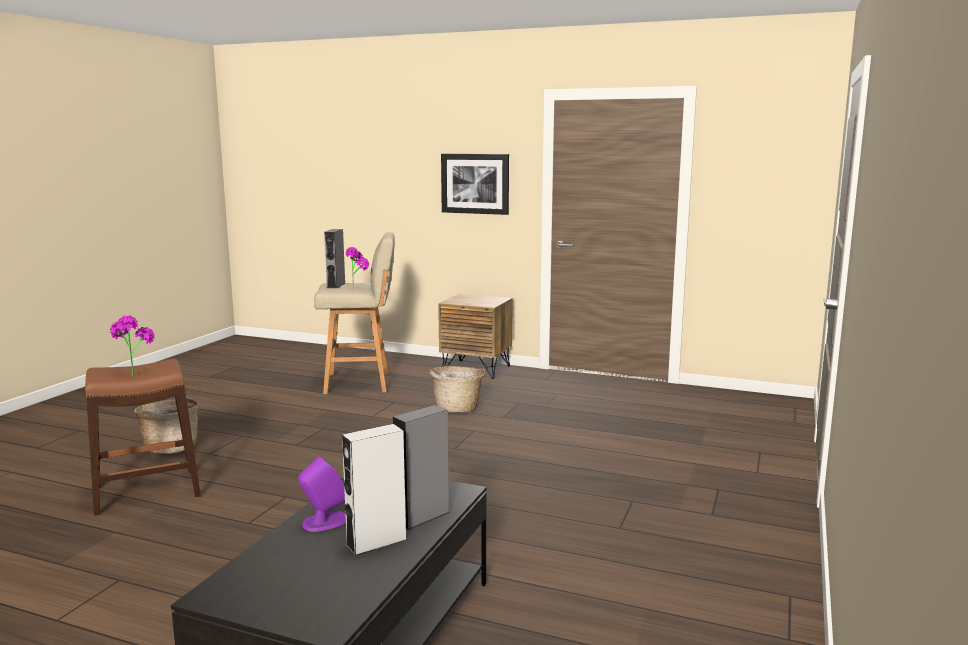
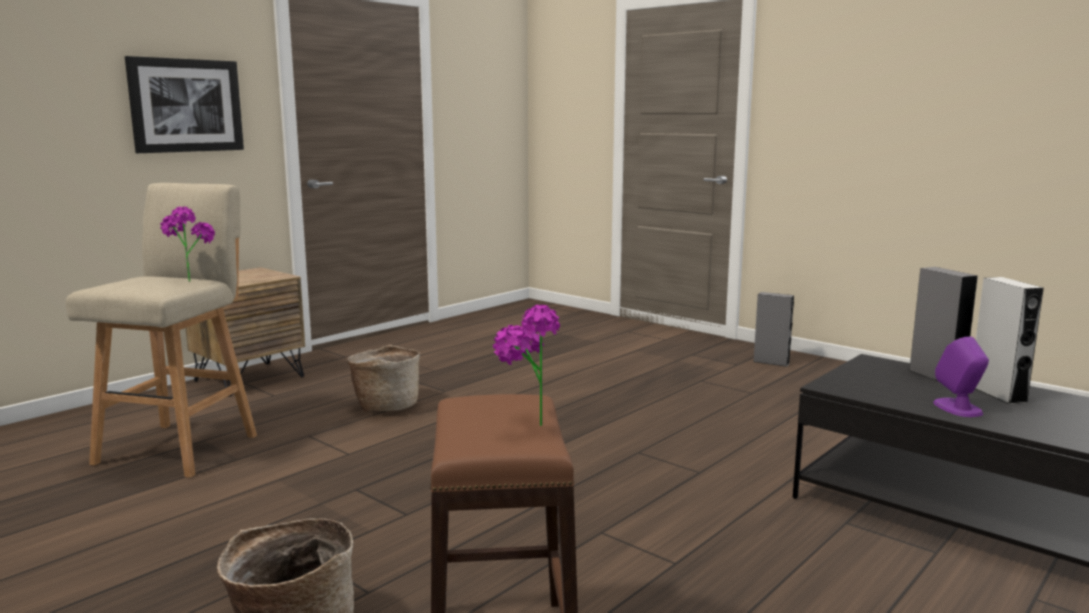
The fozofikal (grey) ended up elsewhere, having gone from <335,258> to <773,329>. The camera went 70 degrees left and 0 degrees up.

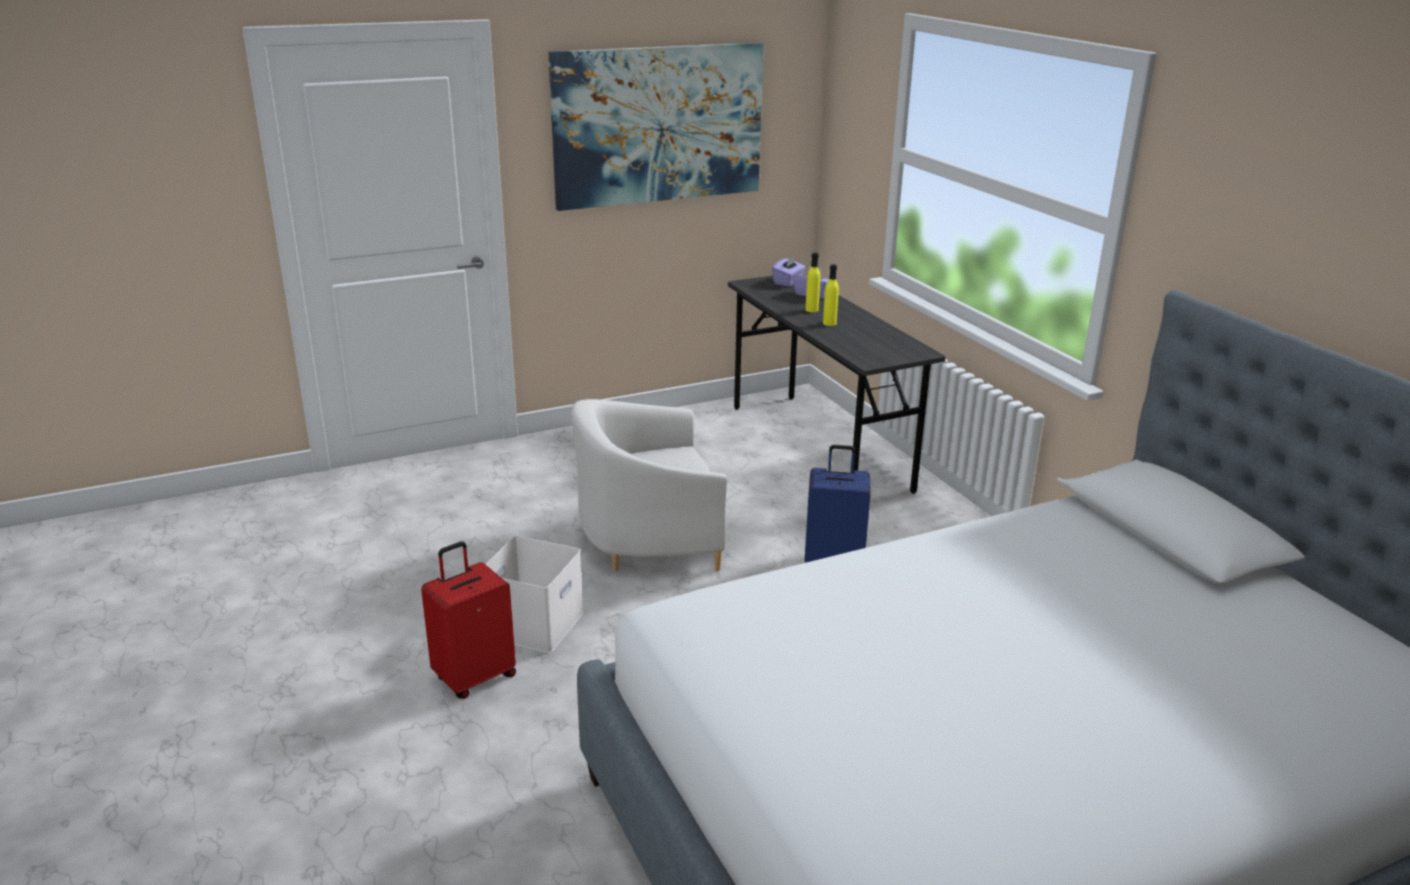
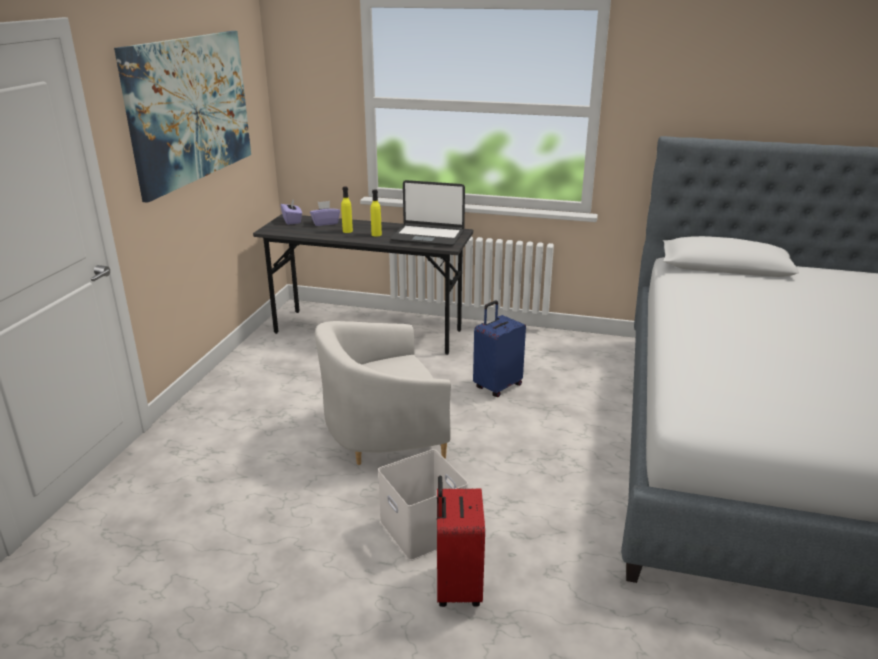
The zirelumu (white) at <649,485> ended up facing another way, 45 degrees clockwise from before. The second view gained the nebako at <428,213>. The camera went 50 degrees left and 0 degrees up.

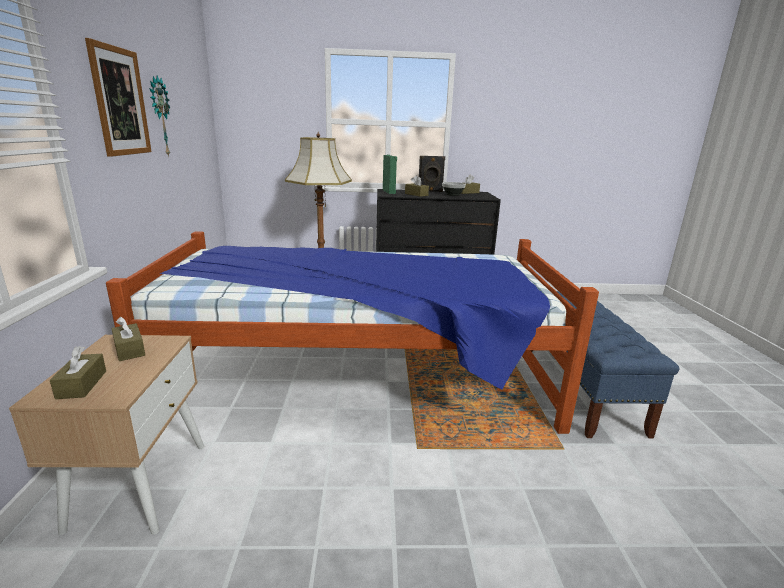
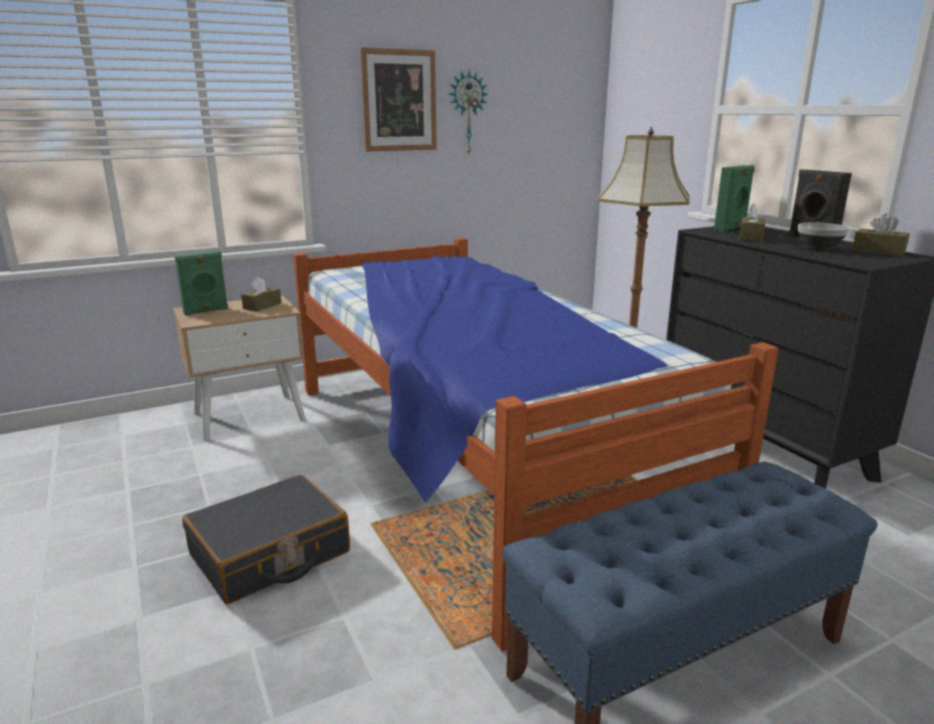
Where the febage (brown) stood at <78,372>, the fozofikal (green) came to stand at <201,283>. The second view gained the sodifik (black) at <266,539>. The camera went 65 degrees right and 0 degrees up.

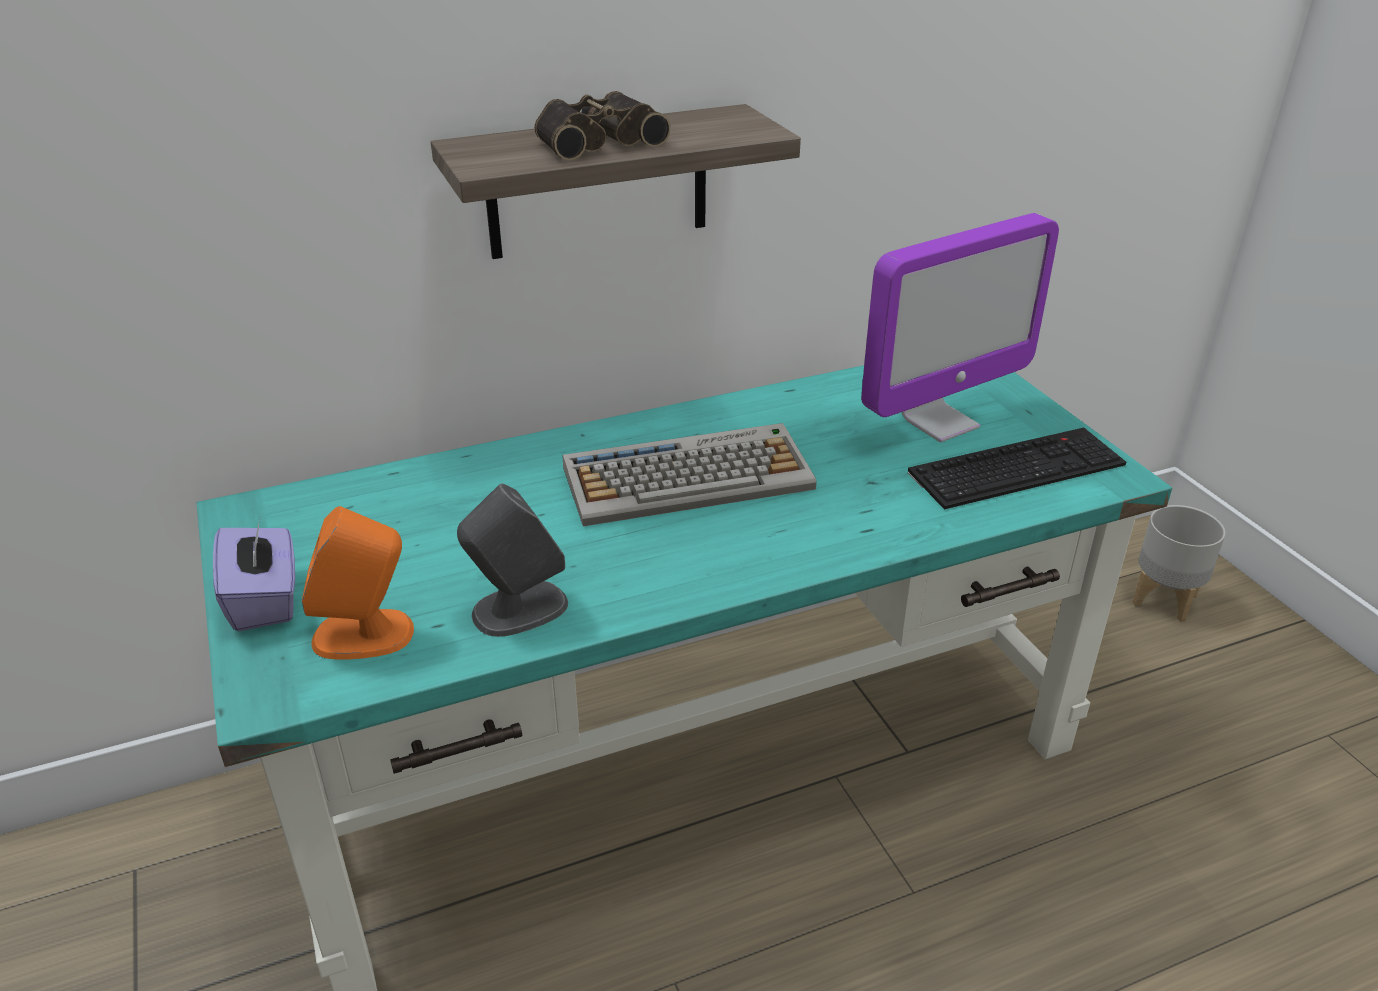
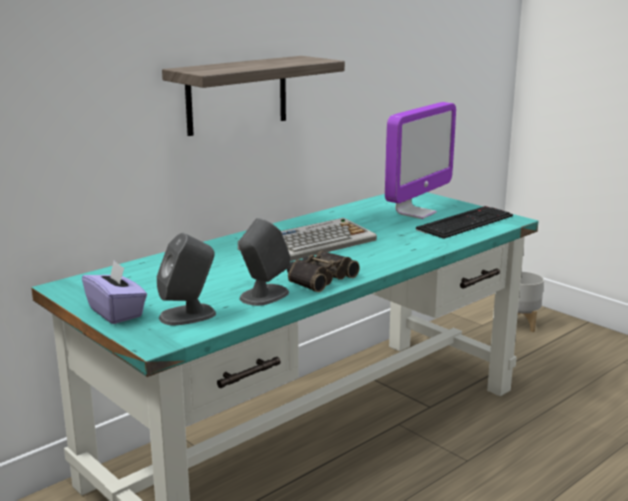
What was the fozofikal (orange) at <358,583> turned into the fozofikal (grey) at <186,279>. The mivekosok ended up elsewhere, having gone from <602,125> to <323,271>. The camera went 20 degrees left and 15 degrees down.

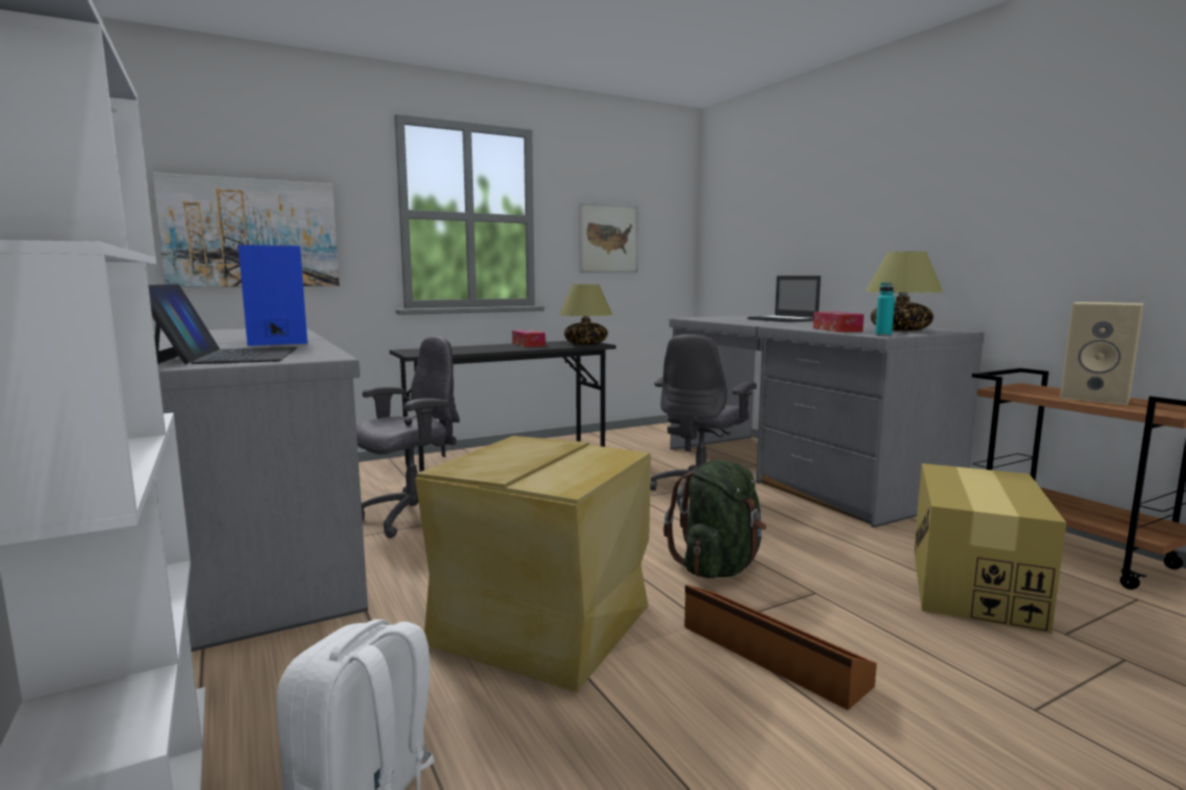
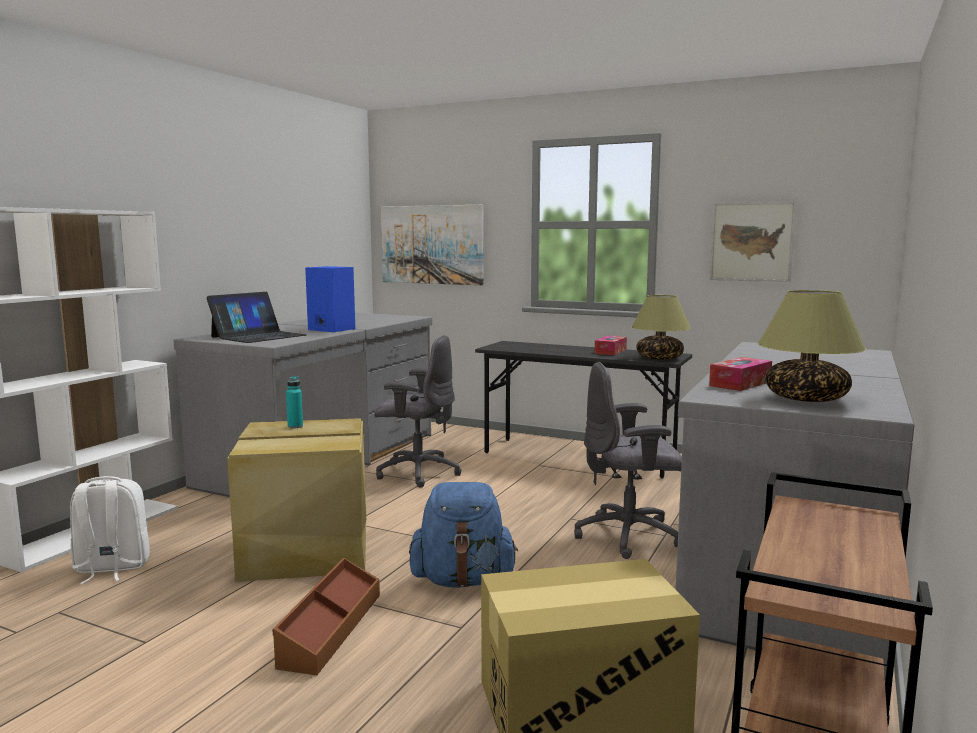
The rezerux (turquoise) ended up elsewhere, having gone from <885,309> to <294,402>. What was the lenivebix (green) at <715,519> turned into the lenivebix (blue) at <463,535>. The second view lost the nebako at <784,299>. The second view lost the fozofikal (beige) at <1102,353>. The camera went 55 degrees right and 0 degrees up.

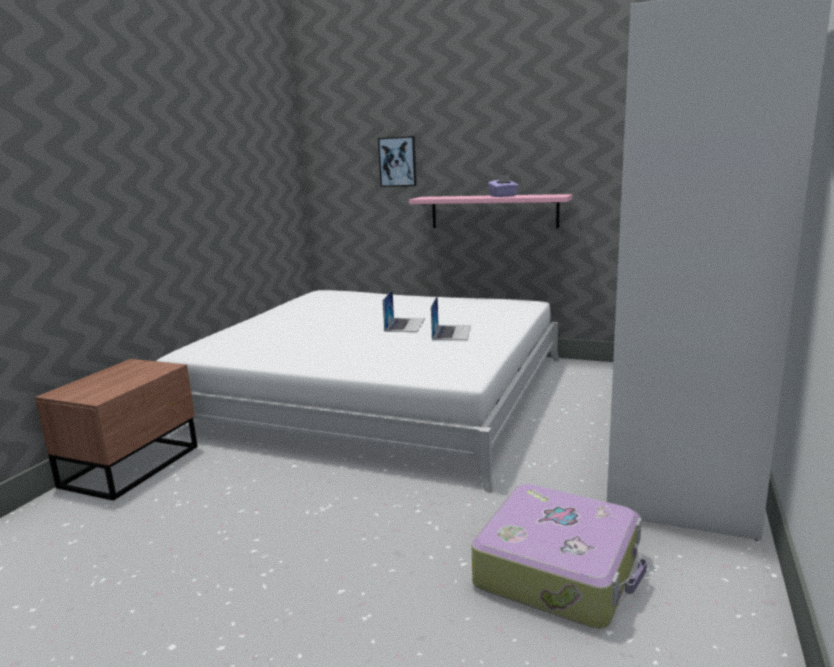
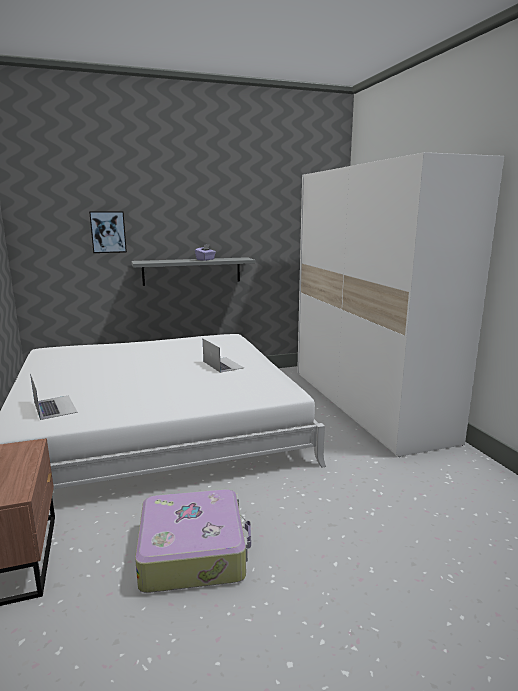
The nebako ended up elsewhere, having gone from <404,310> to <54,396>. What was the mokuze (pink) at <491,211> turned into the mokuze (grey) at <193,271>. The sodifik ended up elsewhere, having gone from <559,556> to <193,541>. The camera went 40 degrees left and 0 degrees up.

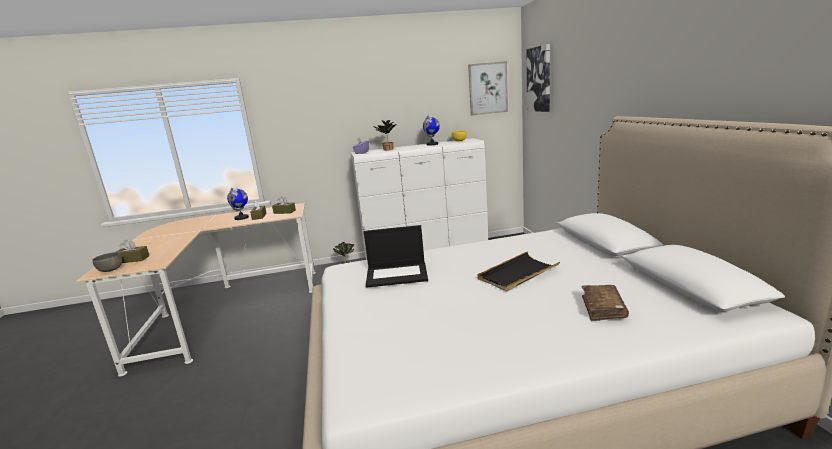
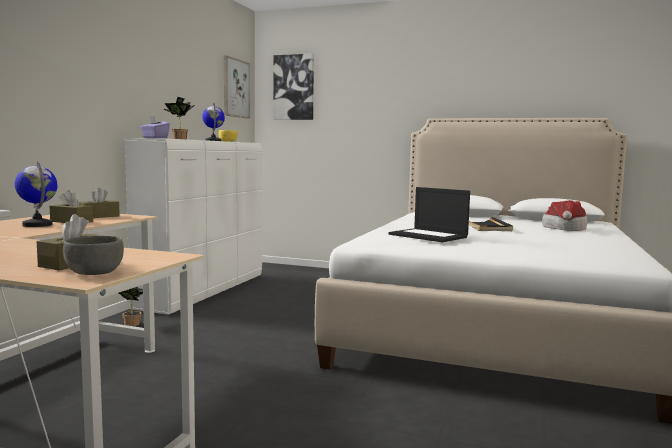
The nebako at <396,256> ended up facing another way, 105 degrees clockwise from before. Where the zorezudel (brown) stood at <605,303>, the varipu came to stand at <564,215>. The camera went 60 degrees left and 10 degrees down.

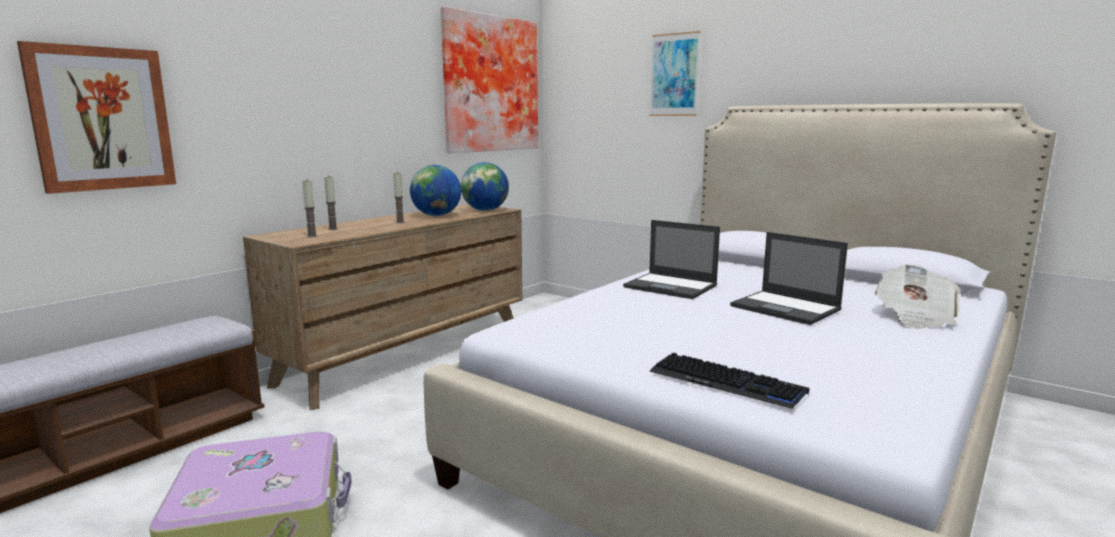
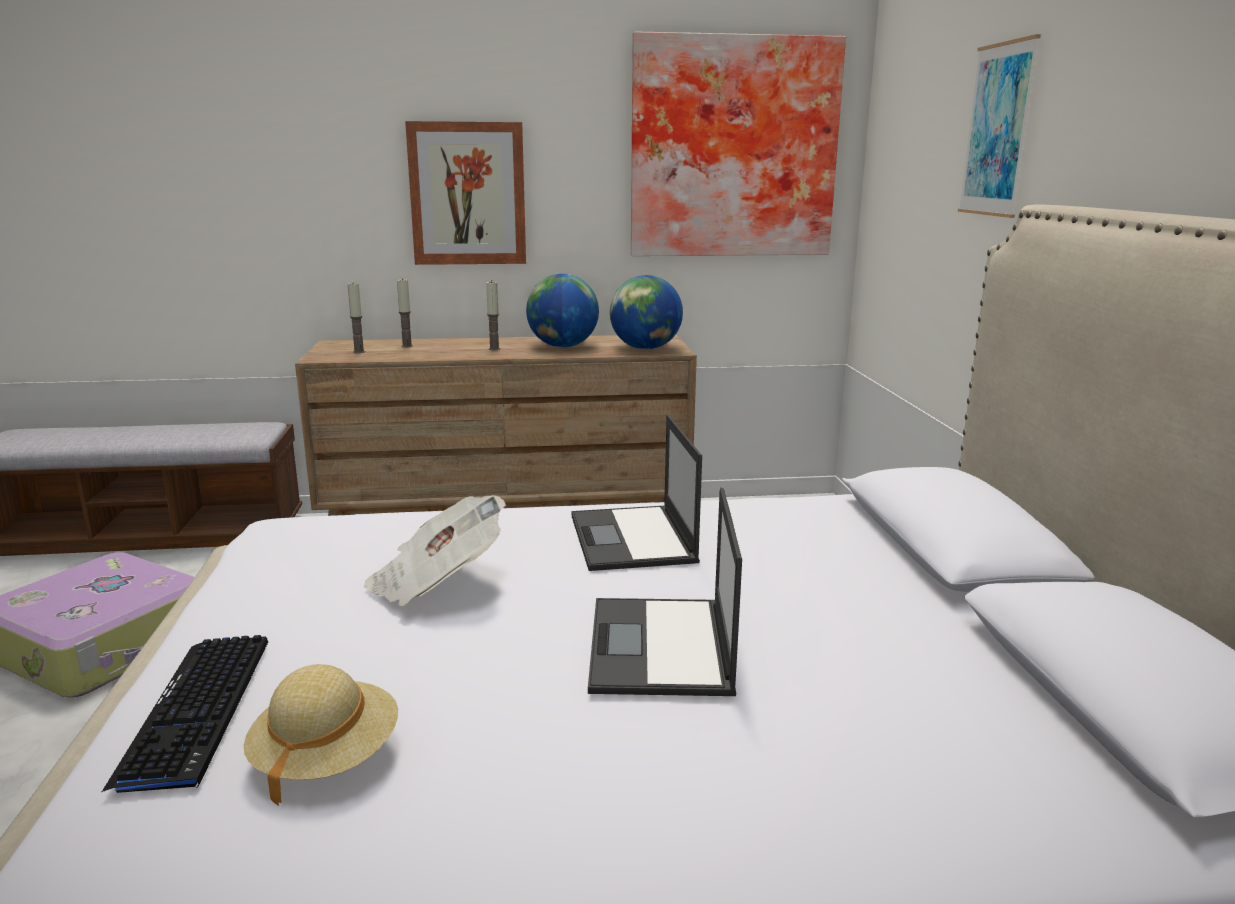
The second view gained the varipu (beige) at <321,735>. The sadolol ended up elsewhere, having gone from <917,296> to <435,550>. The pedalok ended up elsewhere, having gone from <96,117> to <465,193>. The camera went 45 degrees right and 5 degrees up.

